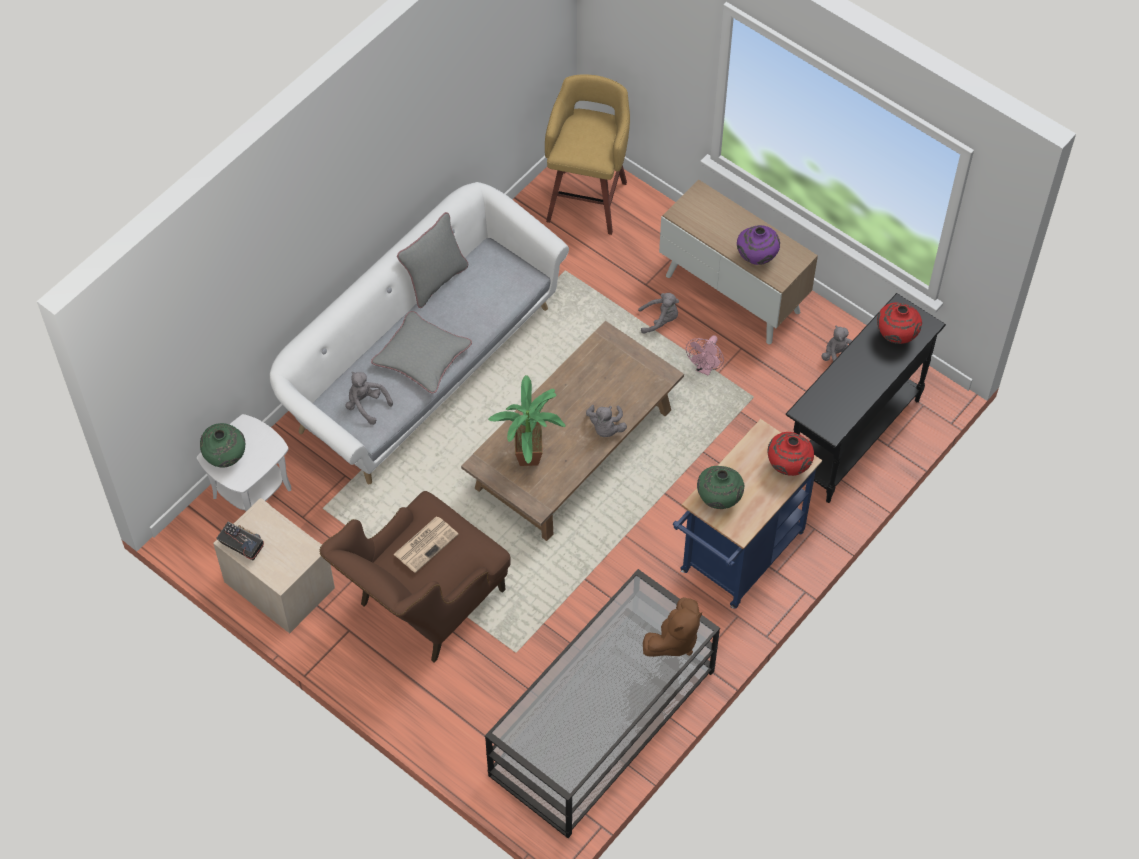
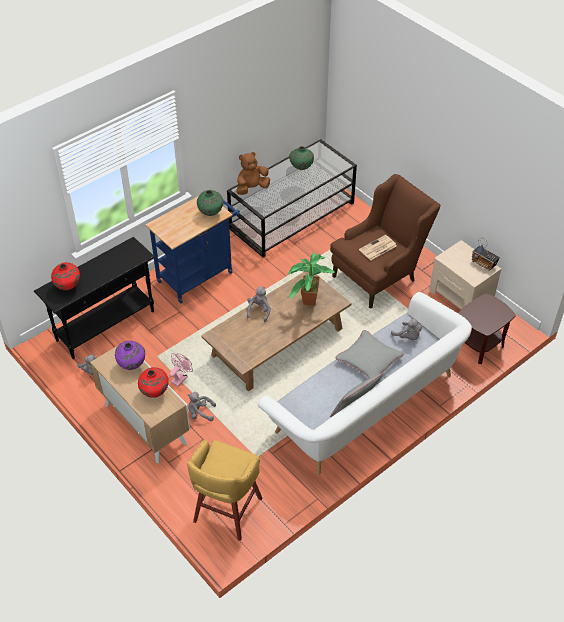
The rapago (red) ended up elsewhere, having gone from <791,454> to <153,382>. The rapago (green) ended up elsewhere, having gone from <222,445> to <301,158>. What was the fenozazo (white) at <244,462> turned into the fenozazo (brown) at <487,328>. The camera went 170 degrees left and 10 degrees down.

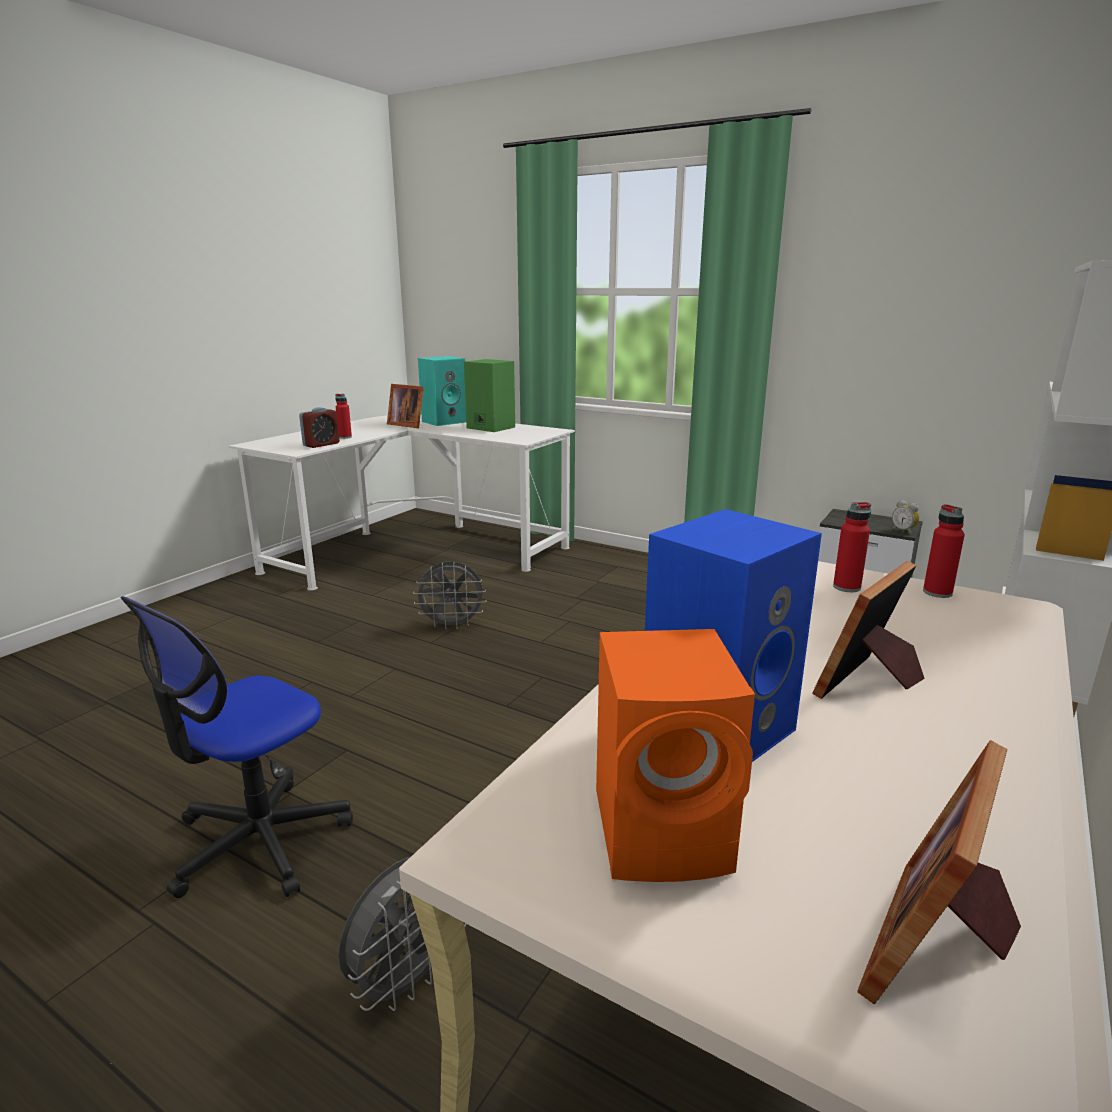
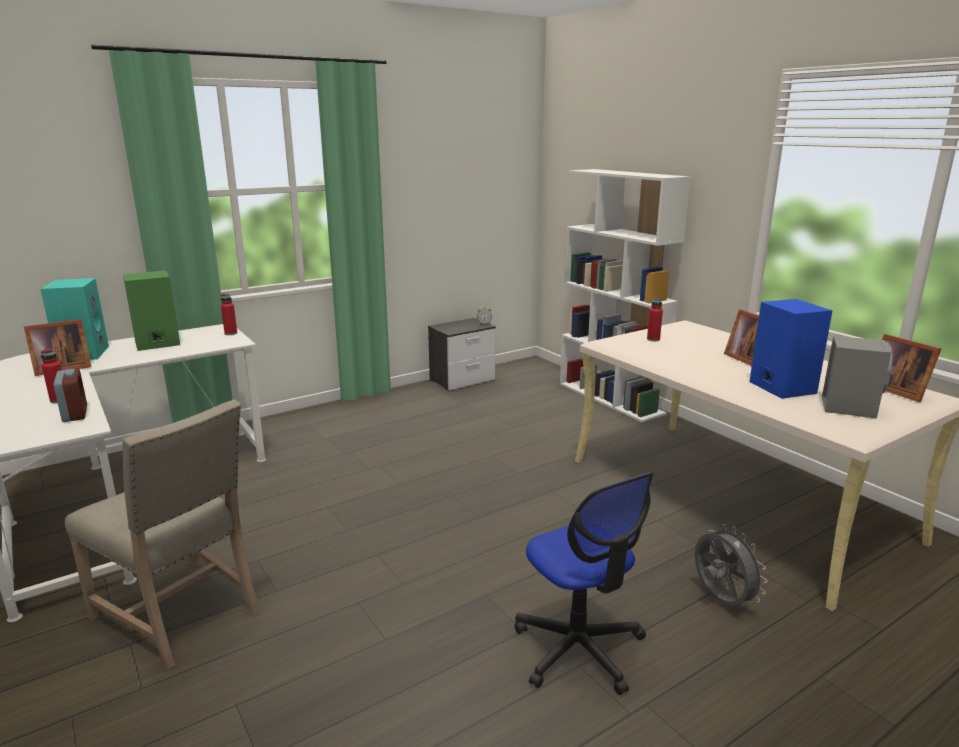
The second view gained the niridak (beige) at <162,534>. The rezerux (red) ended up elsewhere, having gone from <944,551> to <228,314>. What was the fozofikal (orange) at <675,755> turned into the fozofikal (grey) at <857,377>. The second view lost the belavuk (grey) at <449,596>. The camera went 65 degrees left and 0 degrees up.

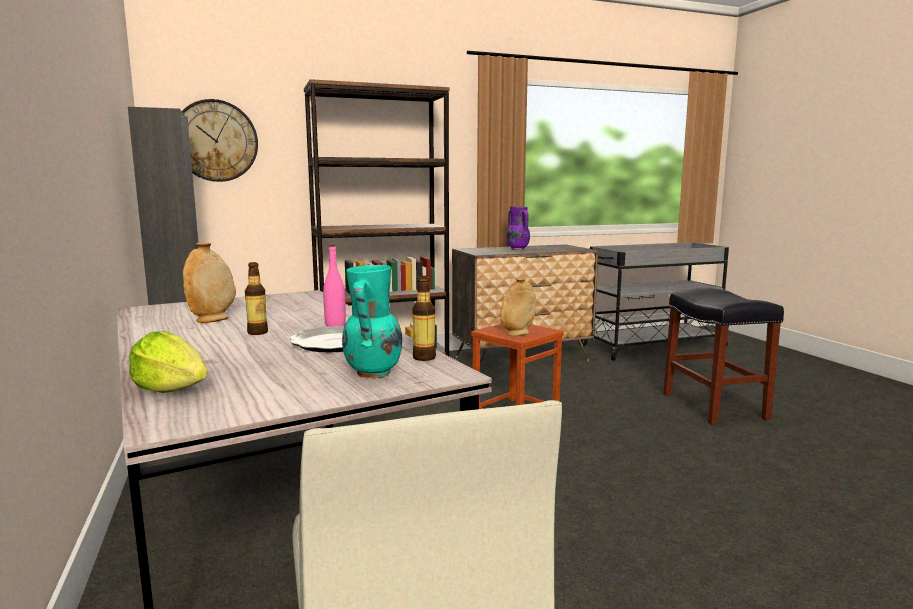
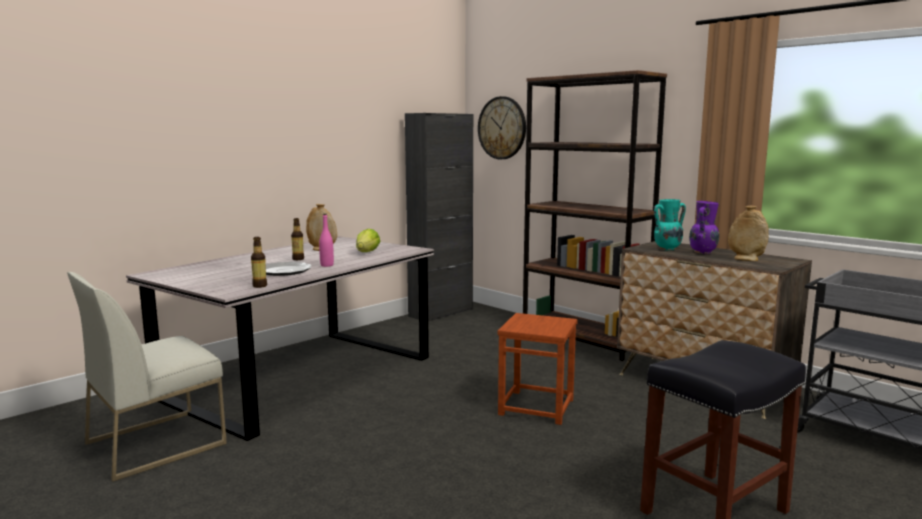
The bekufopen ended up elsewhere, having gone from <168,362> to <368,240>. The rapago (turquoise) ended up elsewhere, having gone from <372,321> to <670,225>. The rapago (beige) ended up elsewhere, having gone from <518,306> to <748,233>. The camera went 65 degrees right and 0 degrees up.

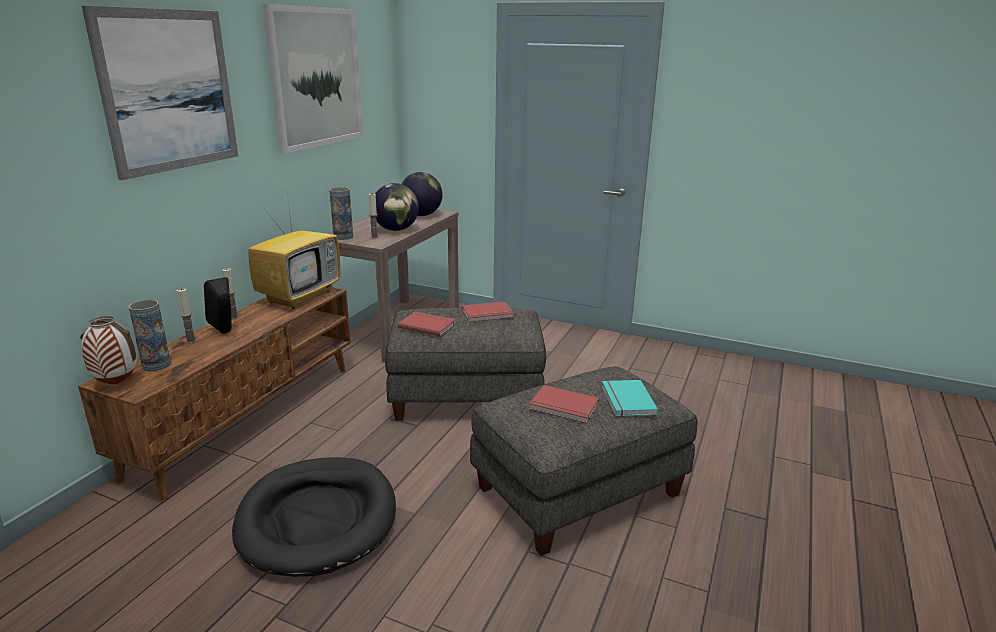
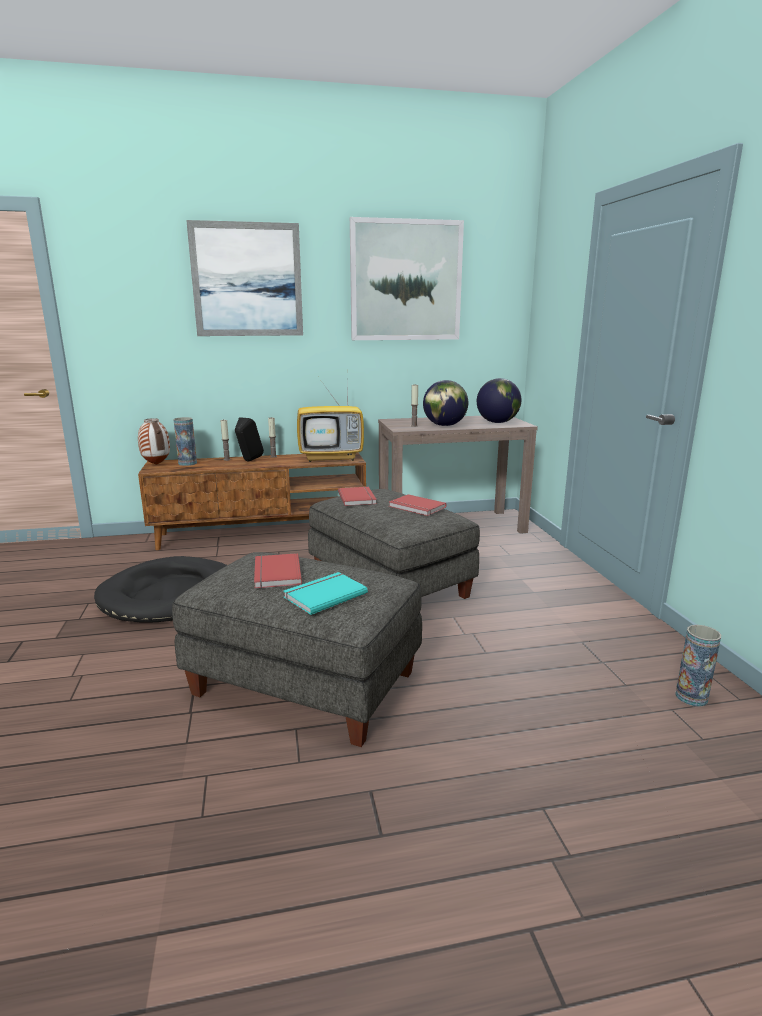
The rapago ended up elsewhere, having gone from <341,213> to <698,666>. The camera went 55 degrees right and 5 degrees down.

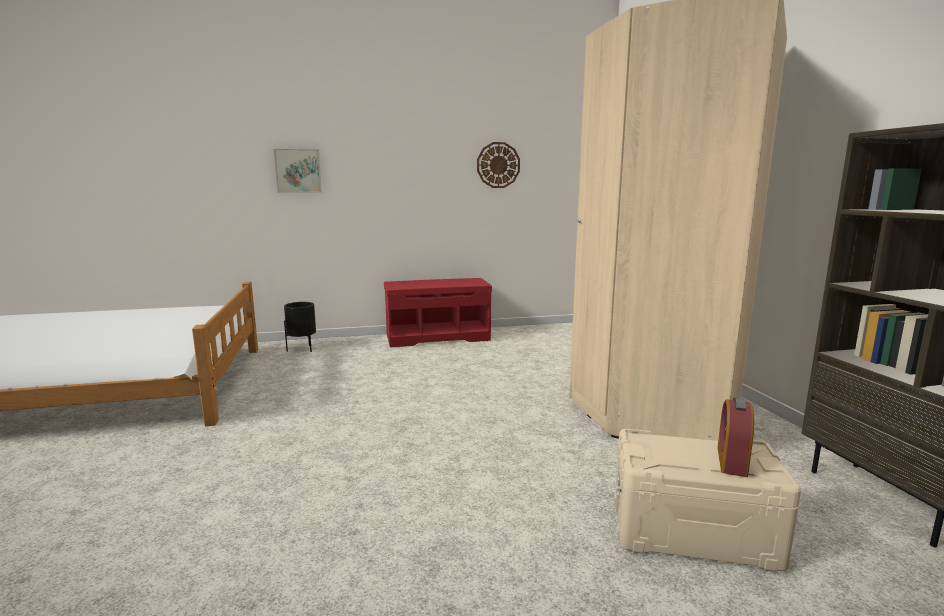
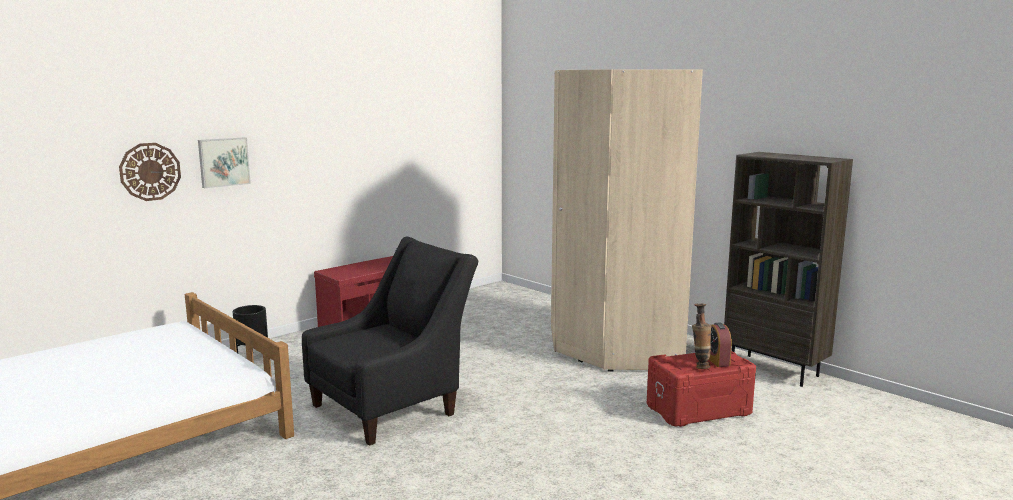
The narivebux ended up elsewhere, having gone from <498,165> to <150,172>. The second view gained the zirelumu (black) at <390,341>. What was the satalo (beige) at <707,500> turned into the satalo (red) at <701,389>. The second view gained the rapago at <702,336>. The camera went 30 degrees left and 0 degrees up.

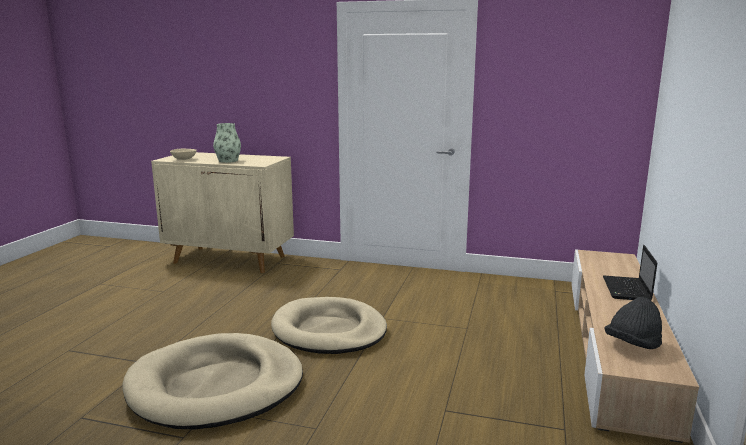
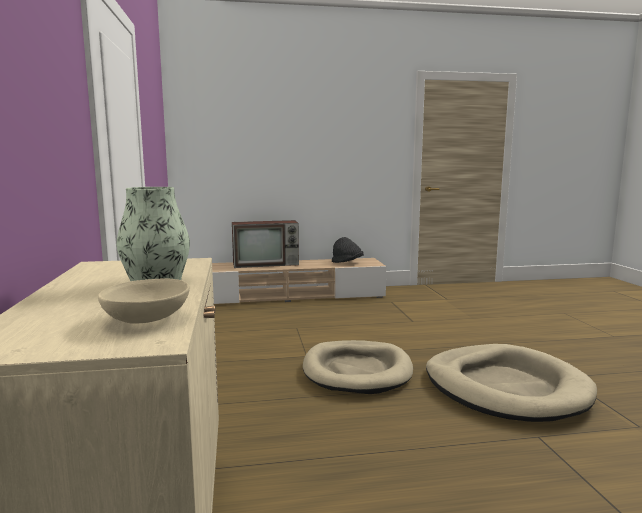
Where the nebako stood at <630,273>, the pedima came to stand at <265,244>. The camera went 115 degrees left and 5 degrees down.

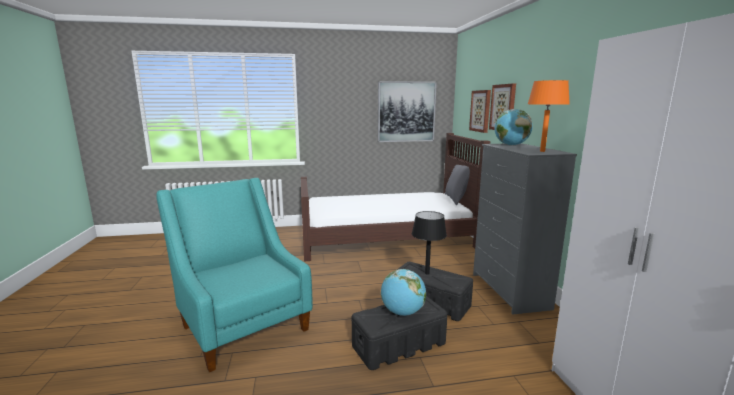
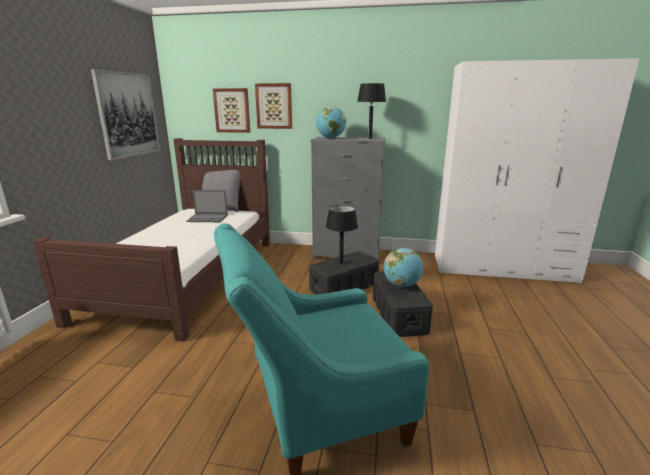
The second view gained the nebako at <207,206>. What was the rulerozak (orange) at <549,116> turned into the rulerozak (black) at <371,111>. The camera went 70 degrees left and 5 degrees up.

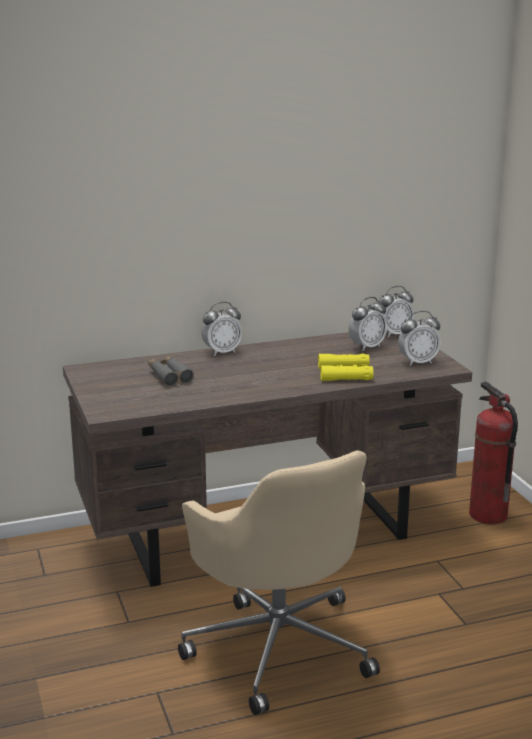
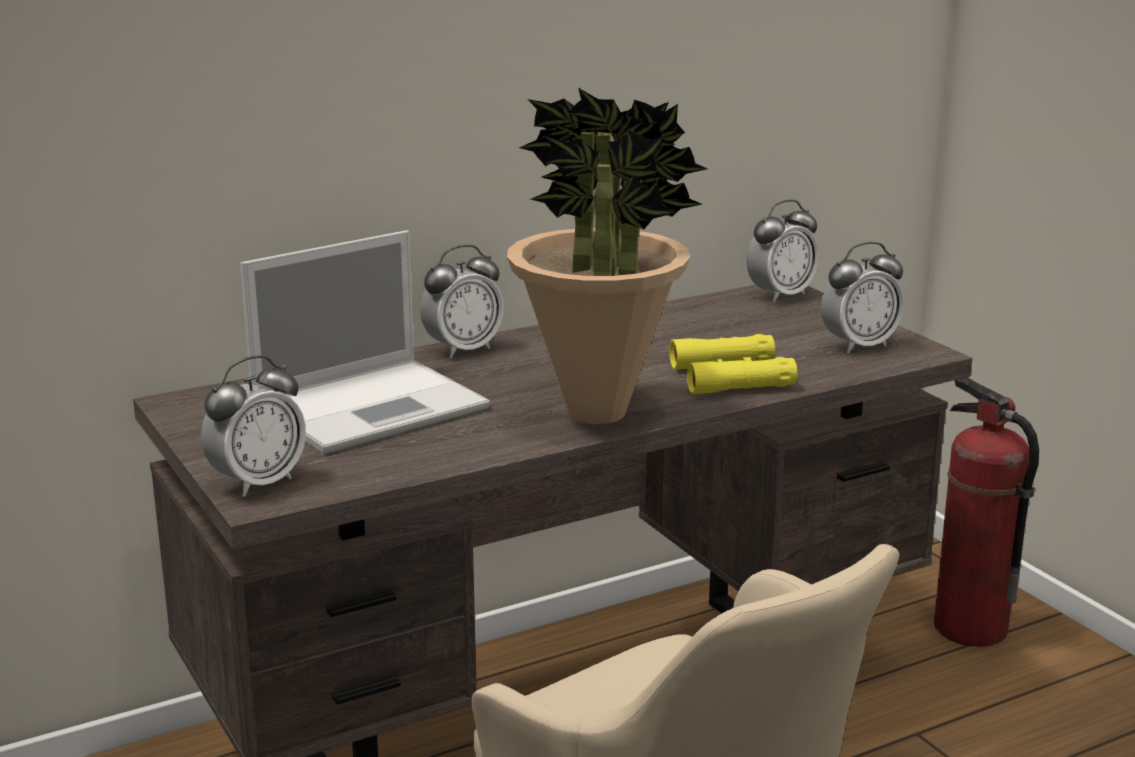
The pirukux ended up elsewhere, having gone from <367,324> to <253,426>. Where the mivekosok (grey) stood at <171,371>, the nebako came to stand at <365,342>. The second view gained the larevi at <607,256>. The camera went 10 degrees left and 0 degrees up.

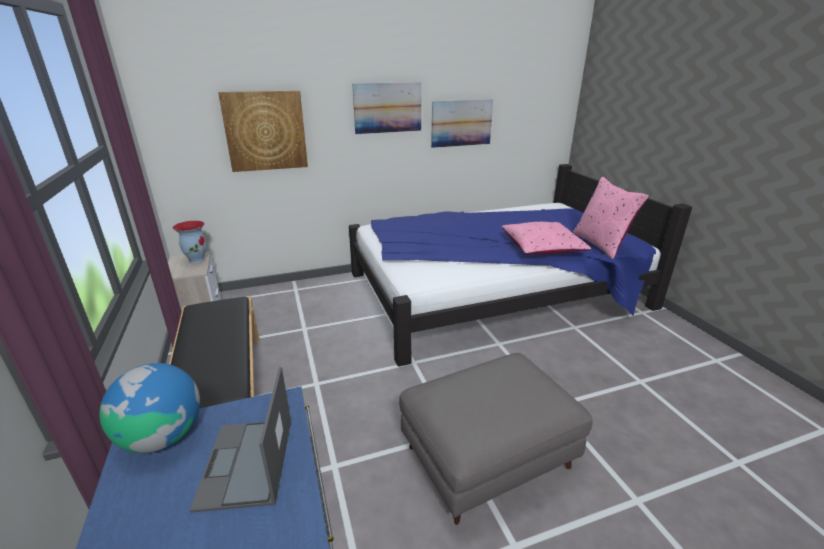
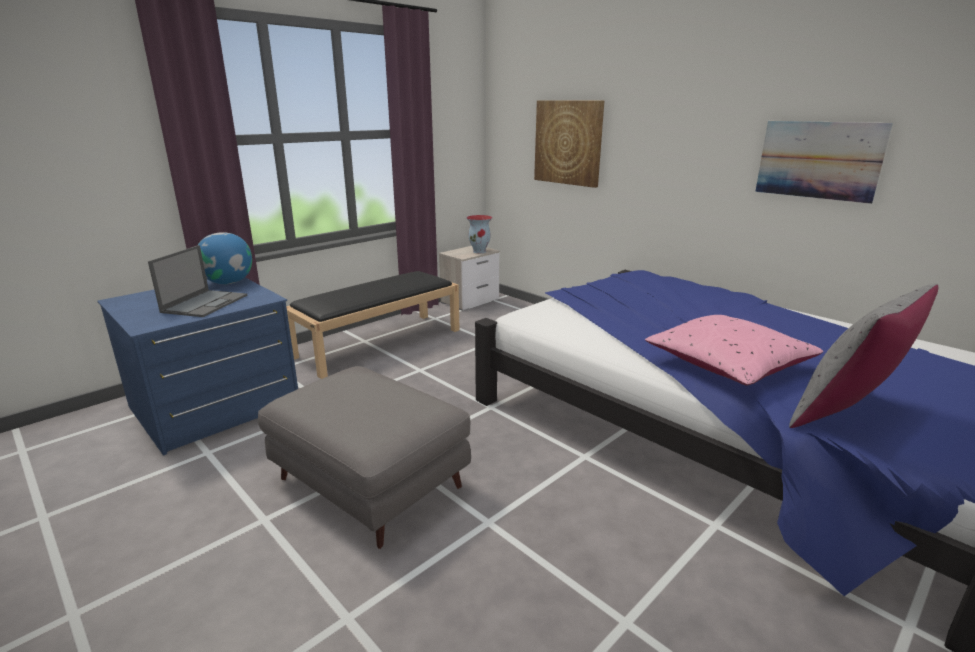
The nebako at <240,440> ended up facing another way, 135 degrees clockwise from before. What was the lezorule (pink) at <611,218> turned into the lezorule (grey) at <863,356>. The second view lost the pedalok at <387,108>. The camera went 65 degrees right and 5 degrees down.

